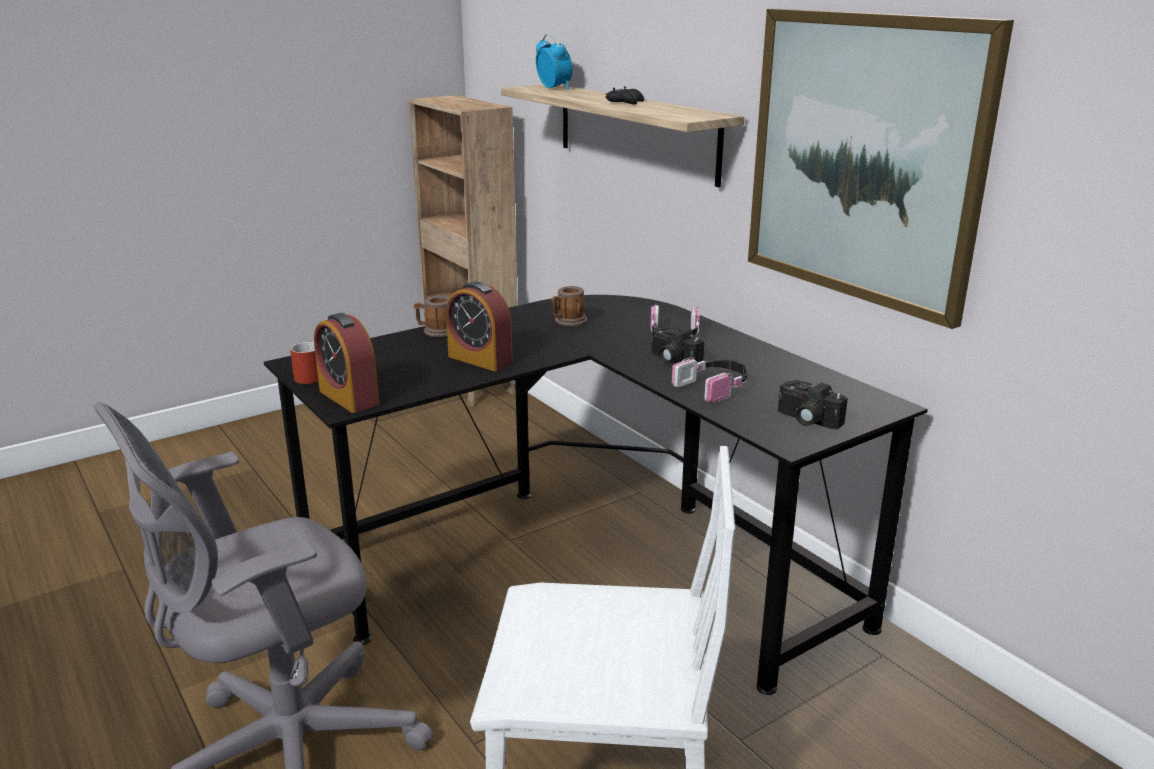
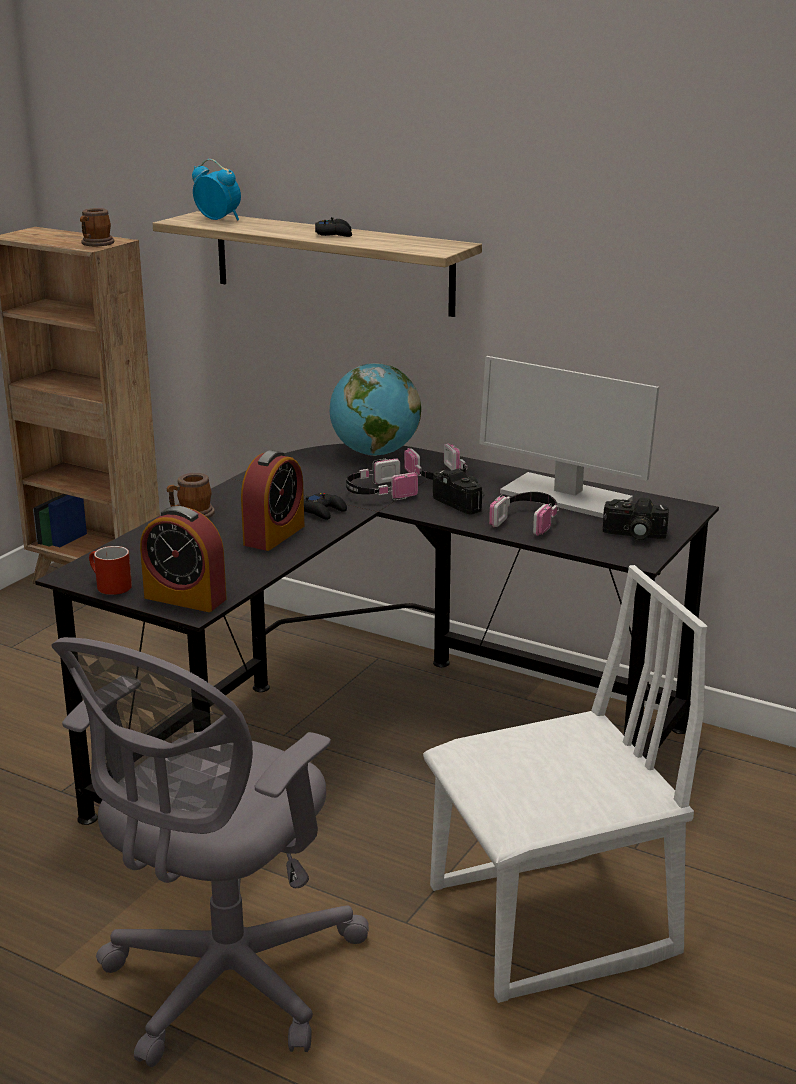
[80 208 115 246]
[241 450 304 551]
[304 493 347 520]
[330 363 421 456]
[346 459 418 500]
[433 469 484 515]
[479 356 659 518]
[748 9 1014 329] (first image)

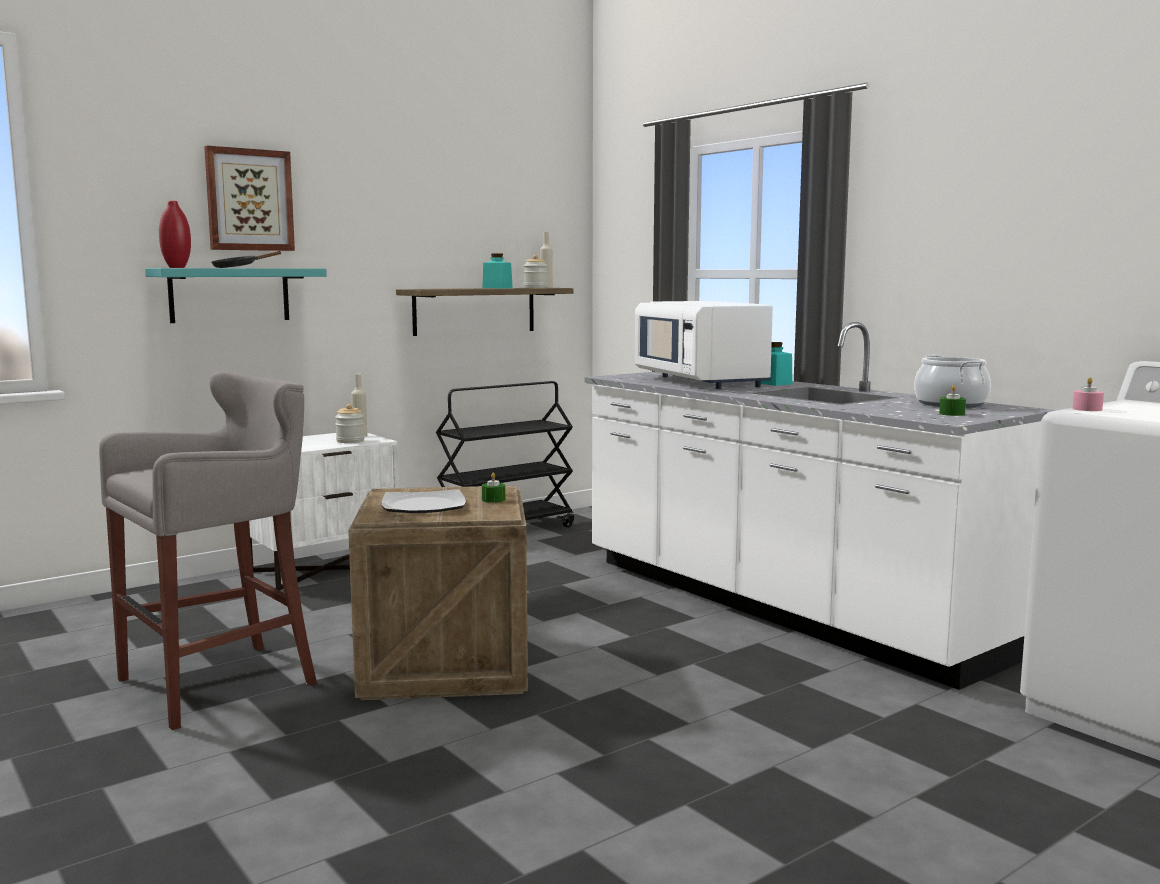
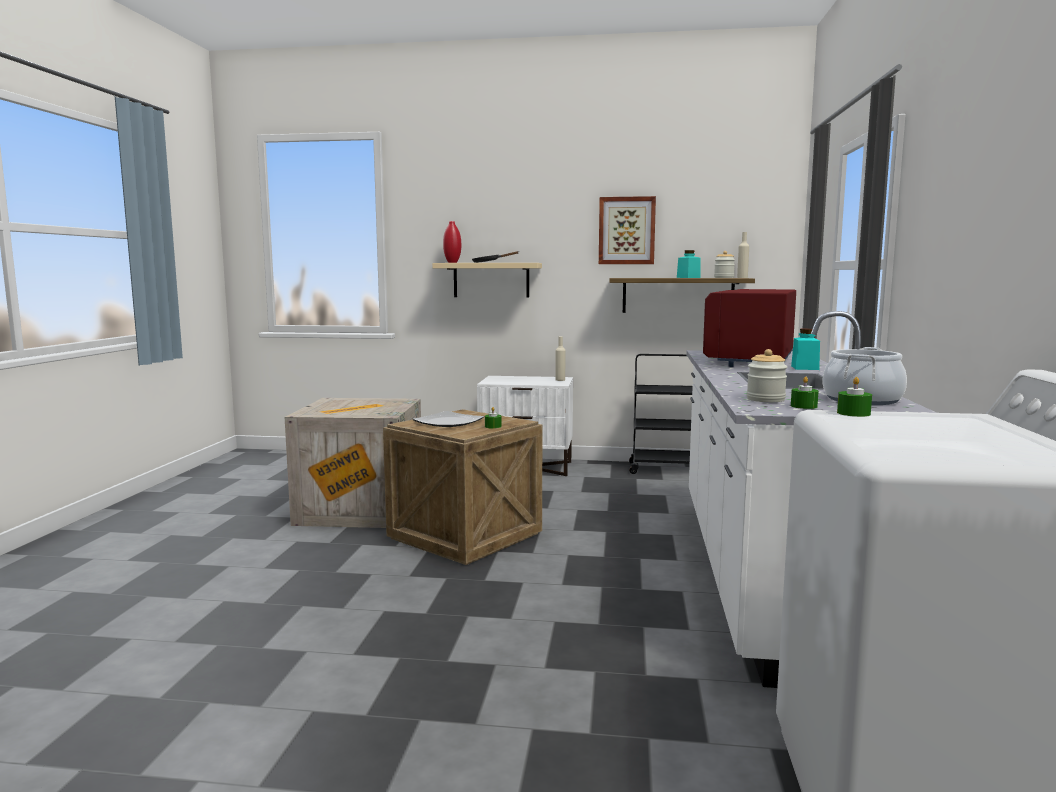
[284 398 421 528]
[432 263 542 298]
[599 196 656 264]
[703 289 796 367]
[747 349 787 402]
[837 377 872 417]

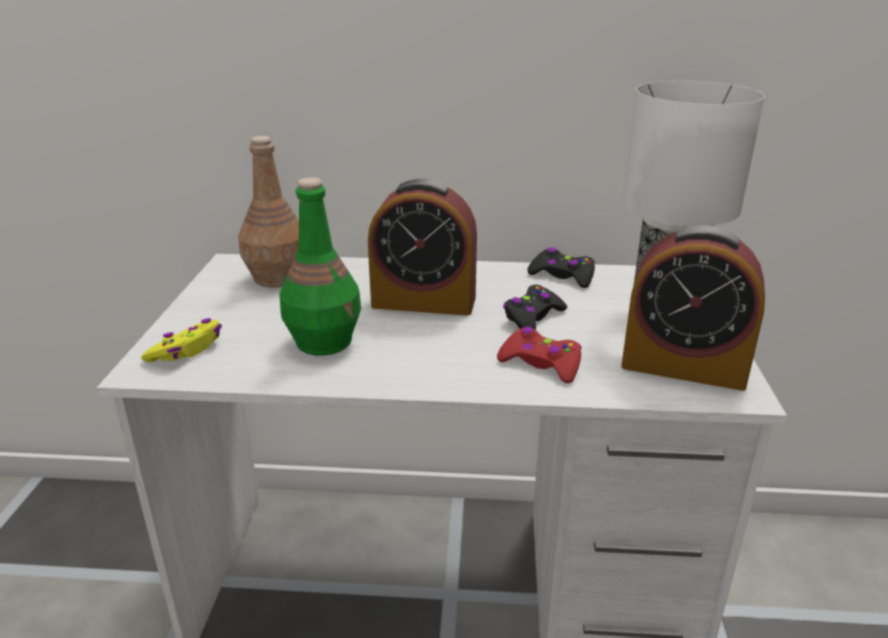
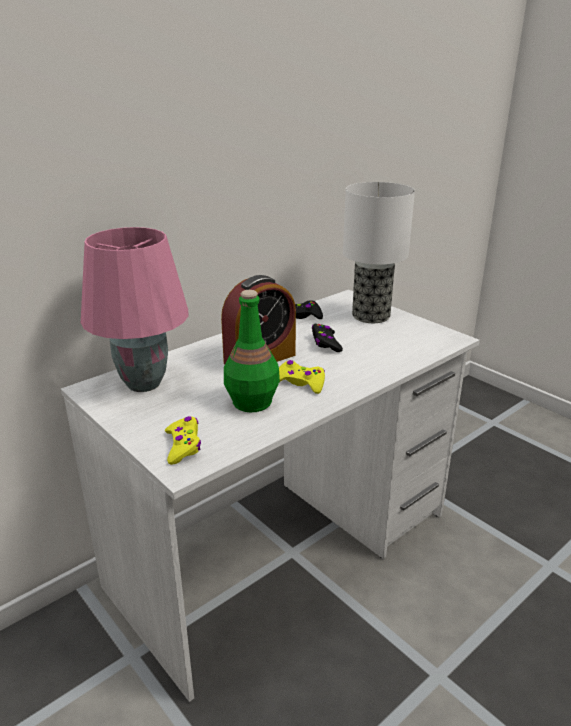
[81 227 189 392]
[279 360 325 394]
[497 327 582 383] (first image)
[621 225 765 391] (first image)

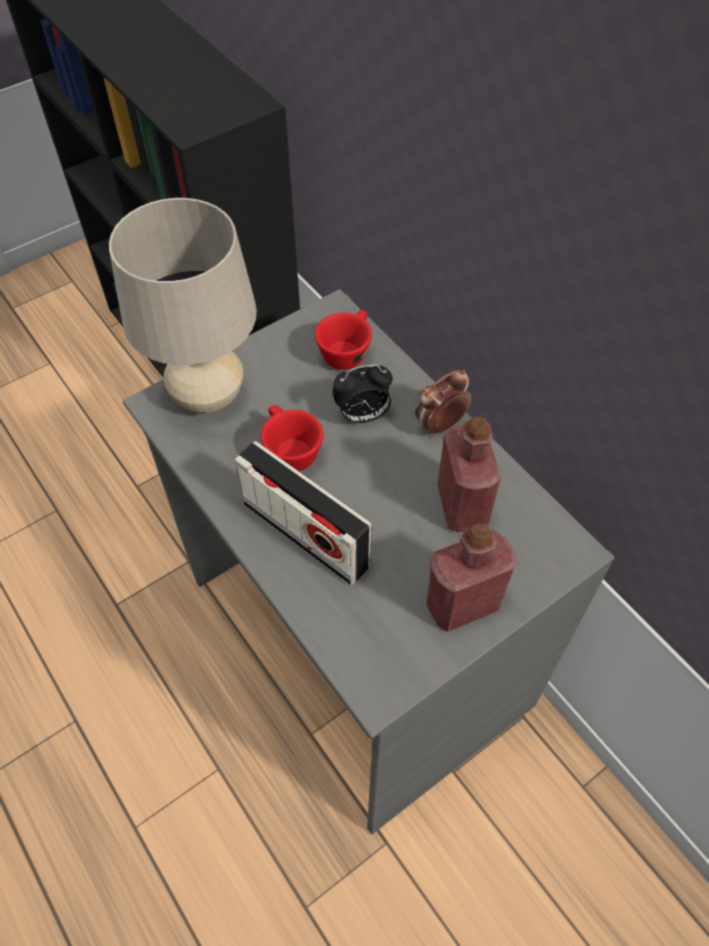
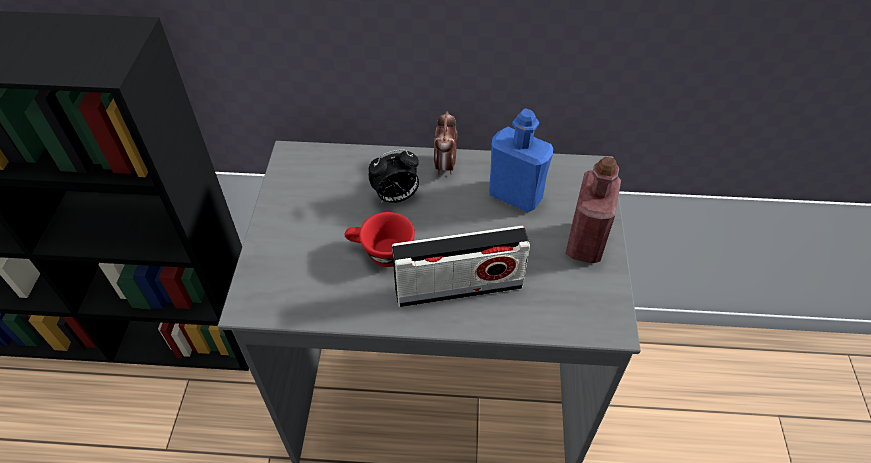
[368 149 419 203]
[489 108 553 212]
[109 198 257 412] (first image)
[315 310 372 370] (first image)

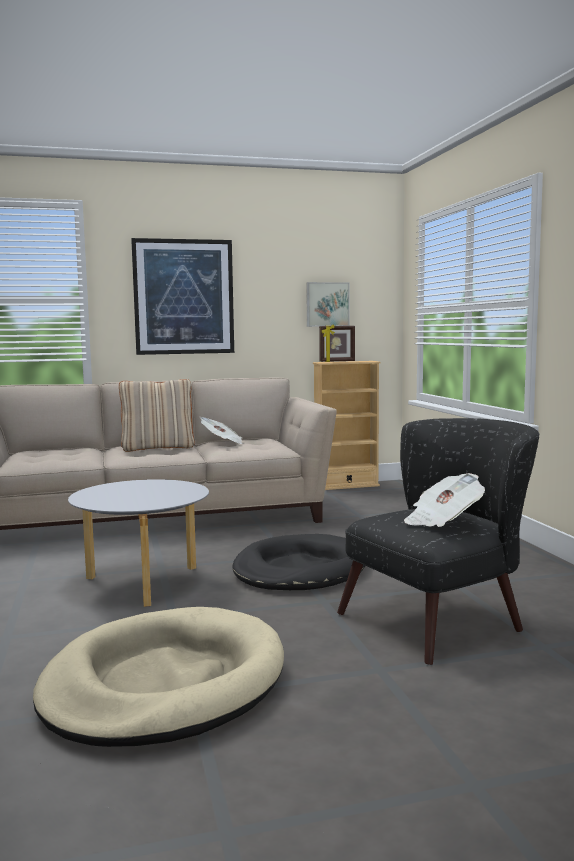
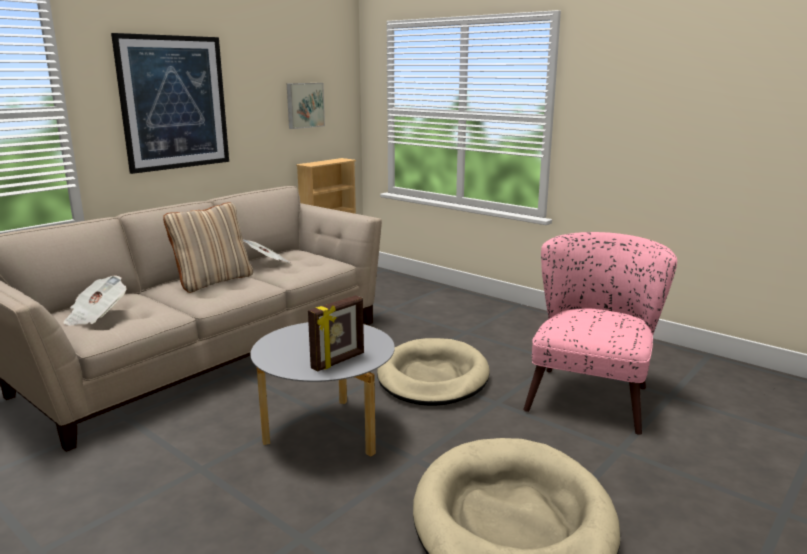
[63 275 126 325]
[308 295 364 372]
[377 338 490 406]
[523 232 677 435]

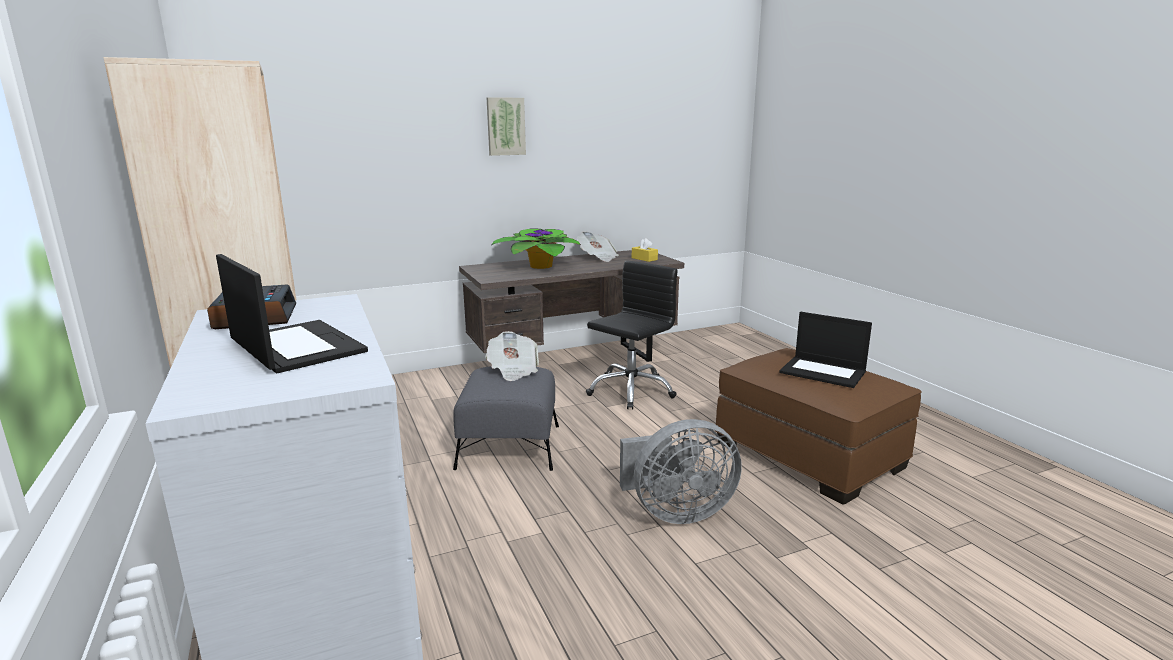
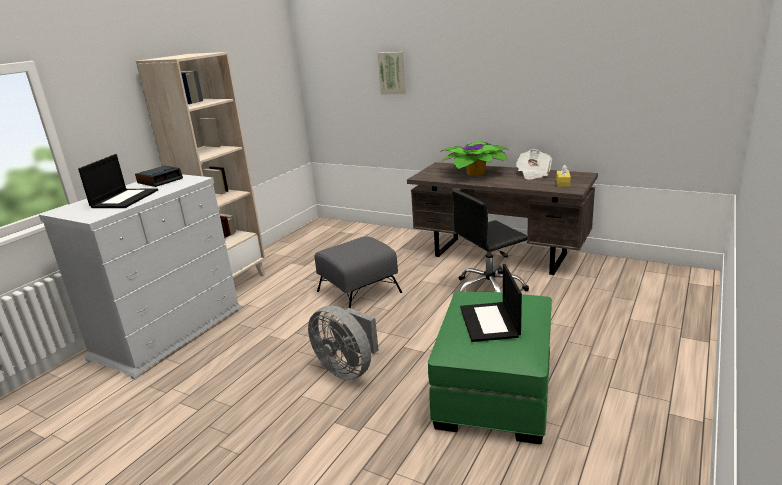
[377 52 406 94]
[428 291 552 444]
[452 189 529 292]
[485 331 539 381] (first image)

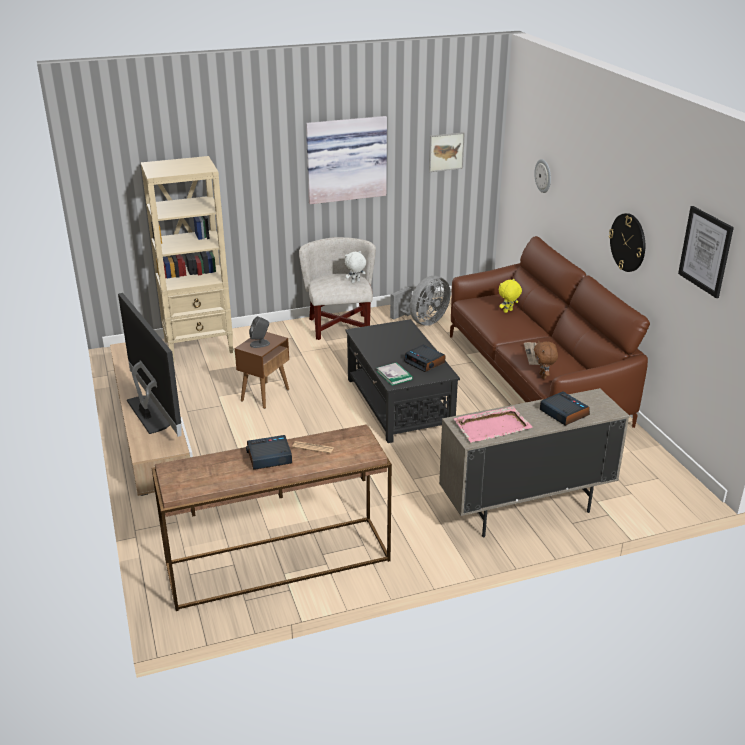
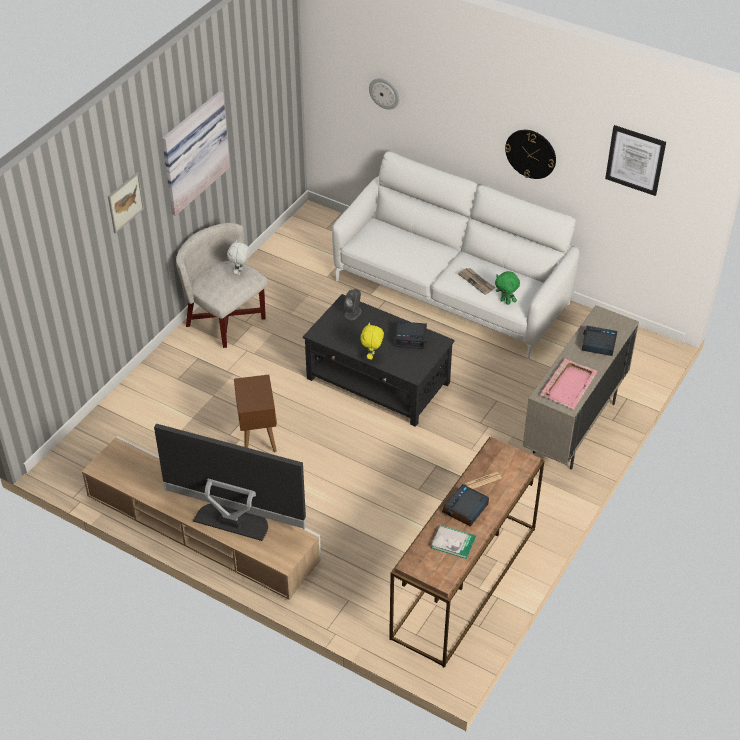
[108 172 144 233]
[332 151 580 359]
[344 289 362 320]
[360 322 384 360]
[431 525 476 559]
[495 271 520 305]
[141 156 233 362] (first image)
[390 276 451 326] (first image)

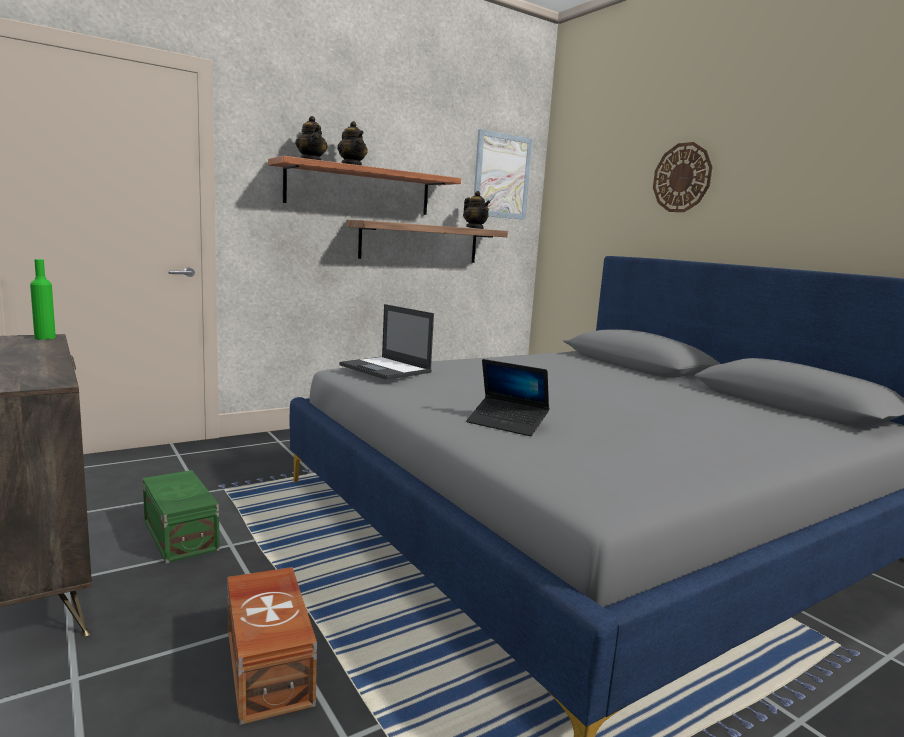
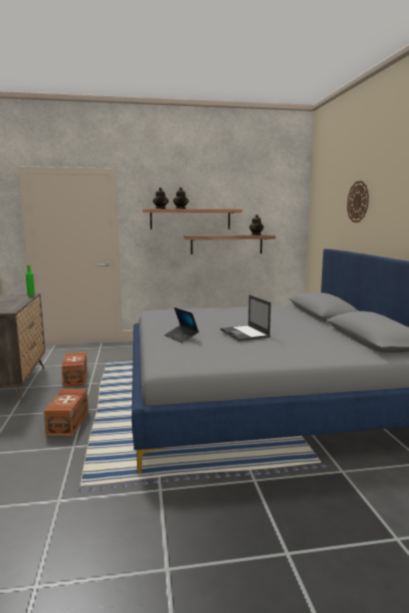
[61 352 87 387]
[220 295 271 341]
[474 129 532 220] (first image)

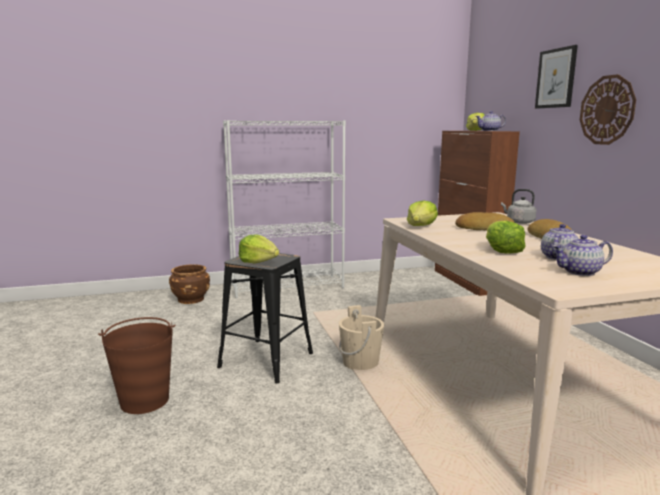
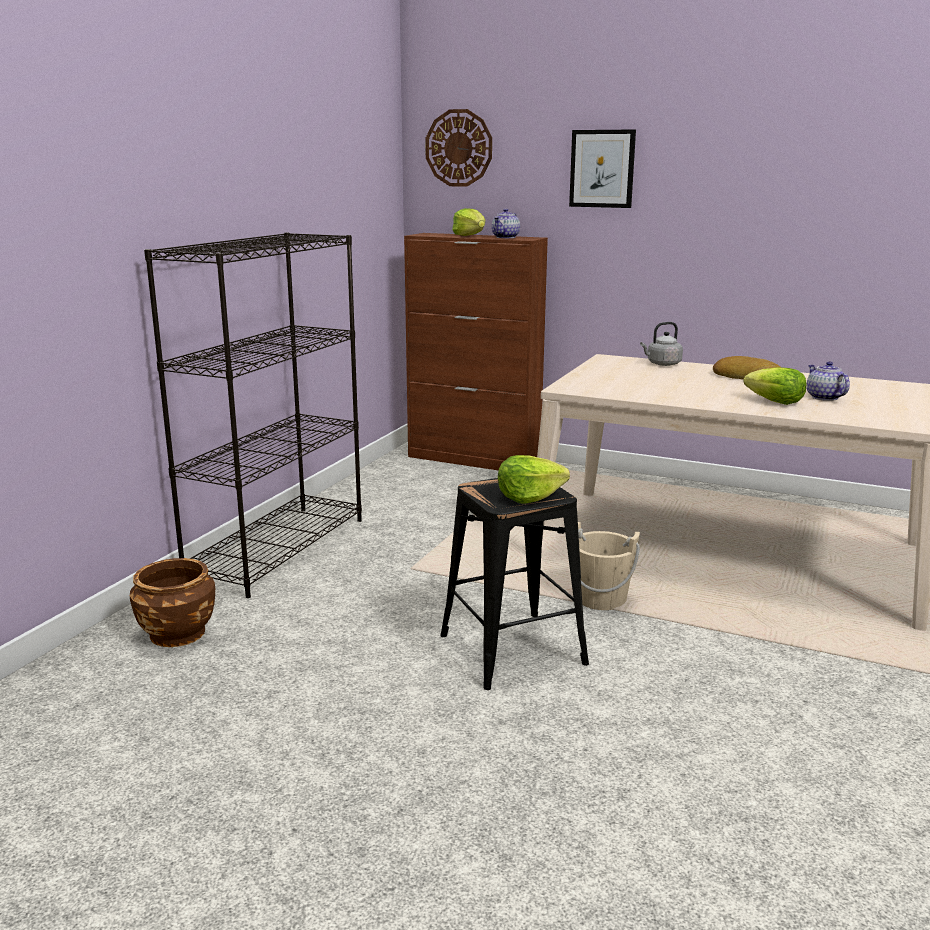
[144 232 362 598]
[425 109 492 187]
[98 317 176 414] (first image)
[407 200 438 226] (first image)
[455 212 515 230] (first image)
[553 235 613 276] (first image)

